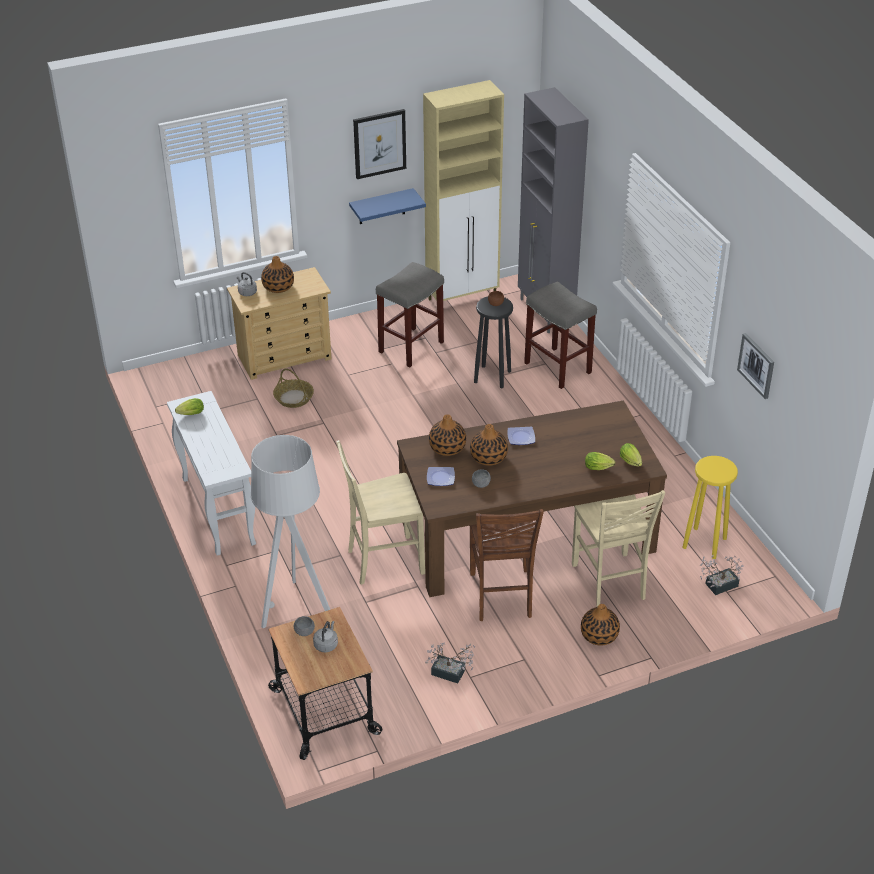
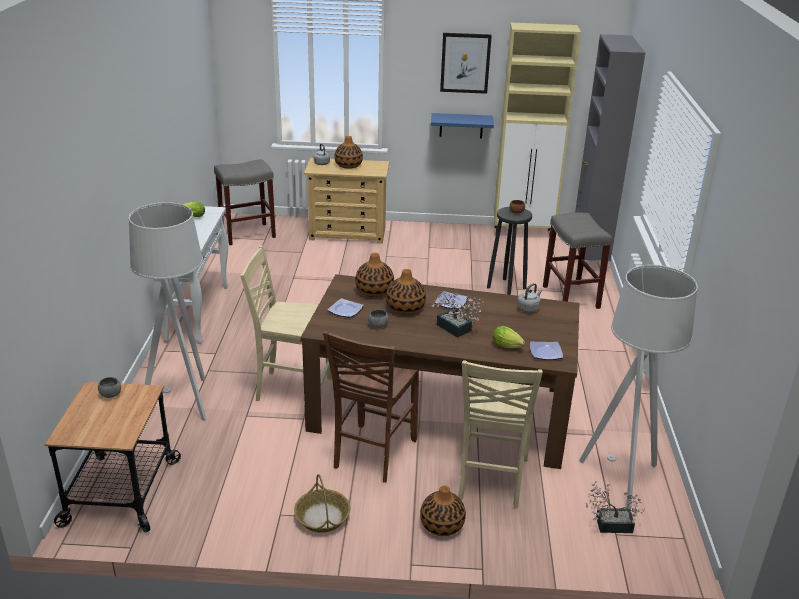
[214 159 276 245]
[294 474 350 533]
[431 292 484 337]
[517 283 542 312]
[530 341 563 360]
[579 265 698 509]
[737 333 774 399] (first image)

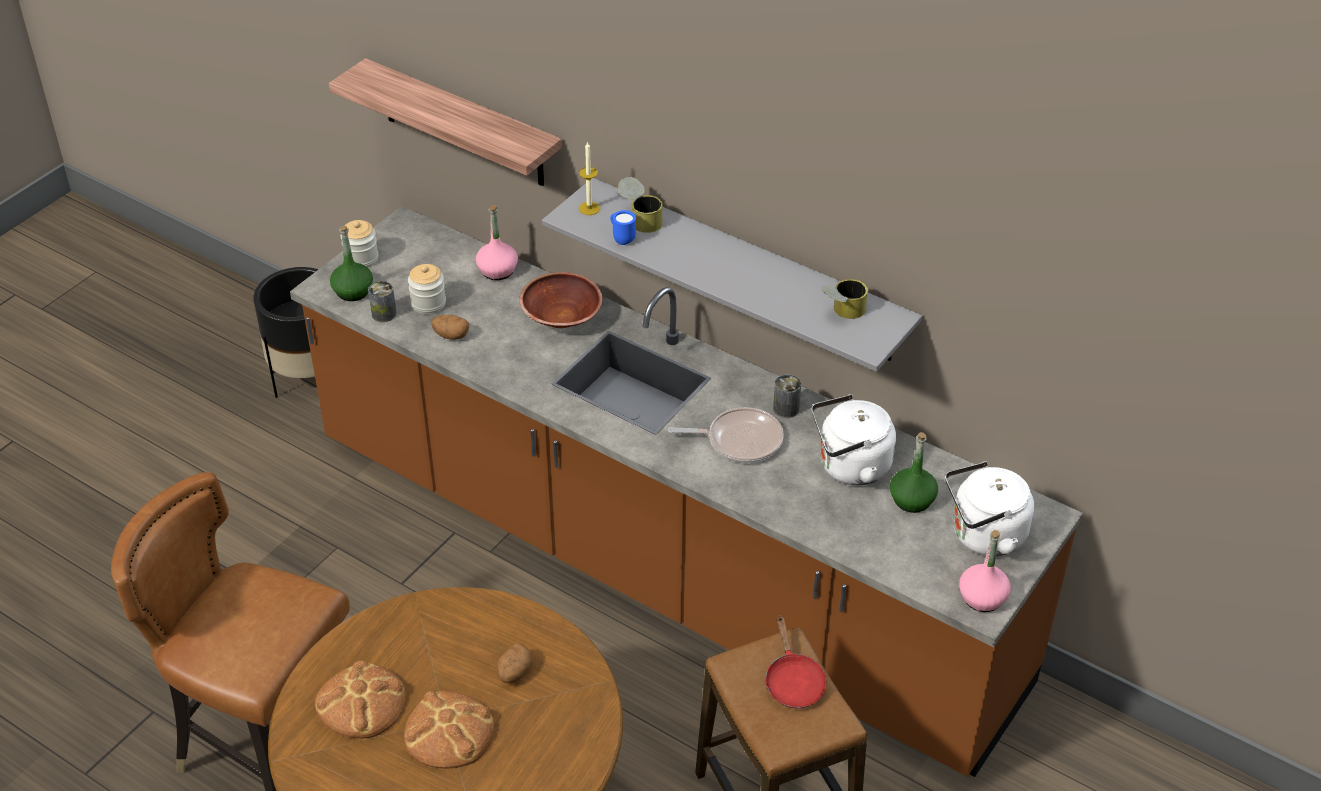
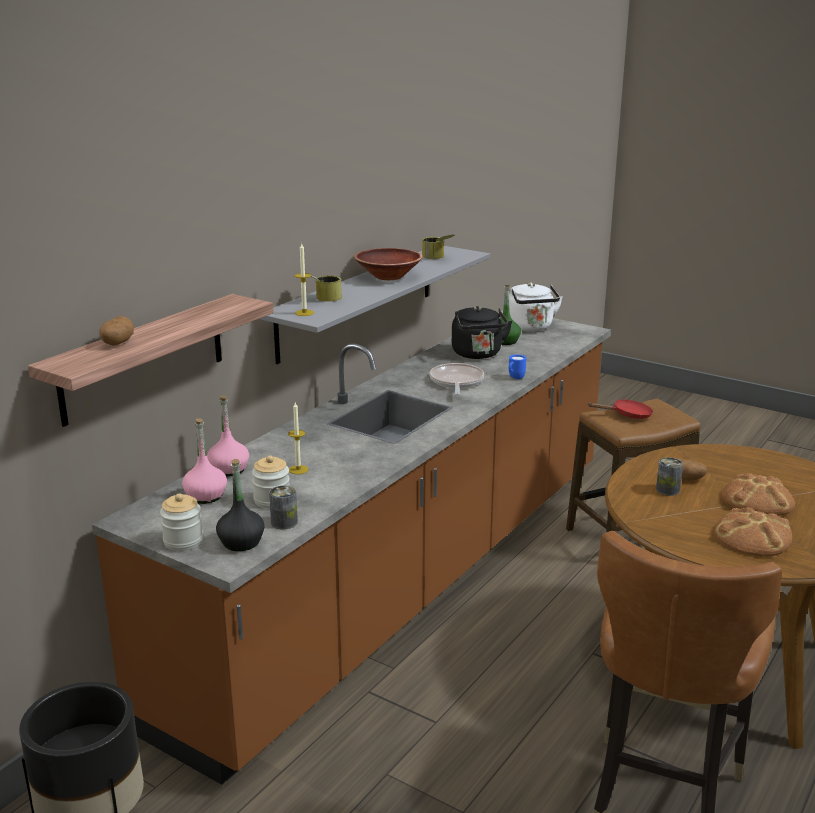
[99 316 134 346]
[182 418 227 504]
[216 459 265 551]
[288 402 308 474]
[354 248 423 280]
[452 306 512 359]
[509 355 526 379]
[656 457 683 496]

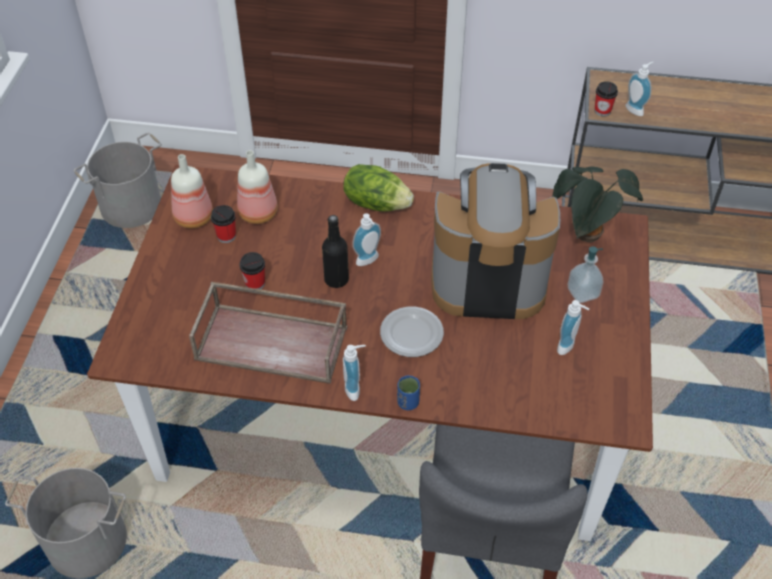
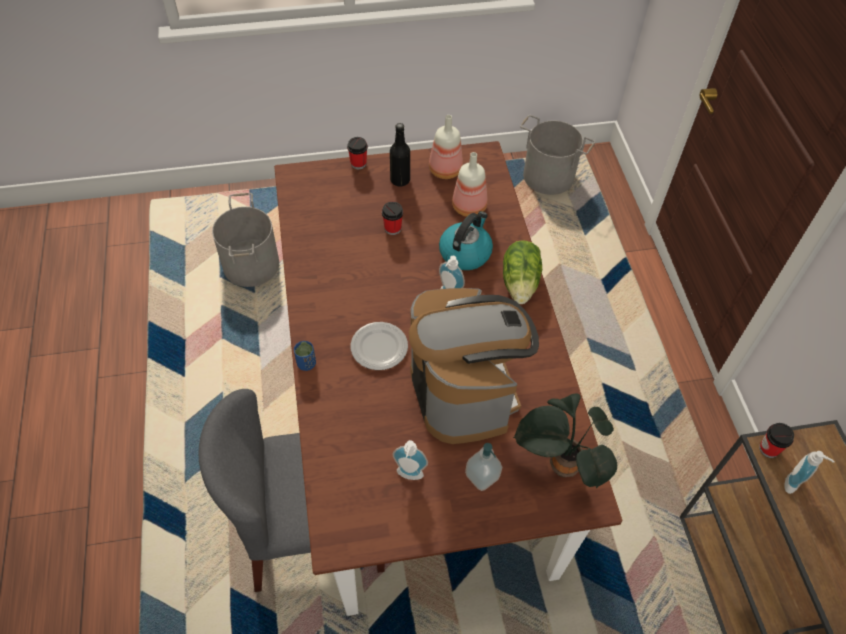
[347 137 368 169]
[390 123 410 187]
[439 211 493 270]
[189 282 347 384] (first image)
[343 345 366 401] (first image)

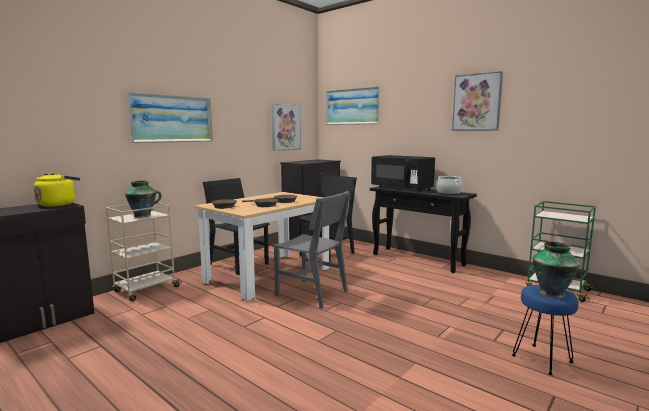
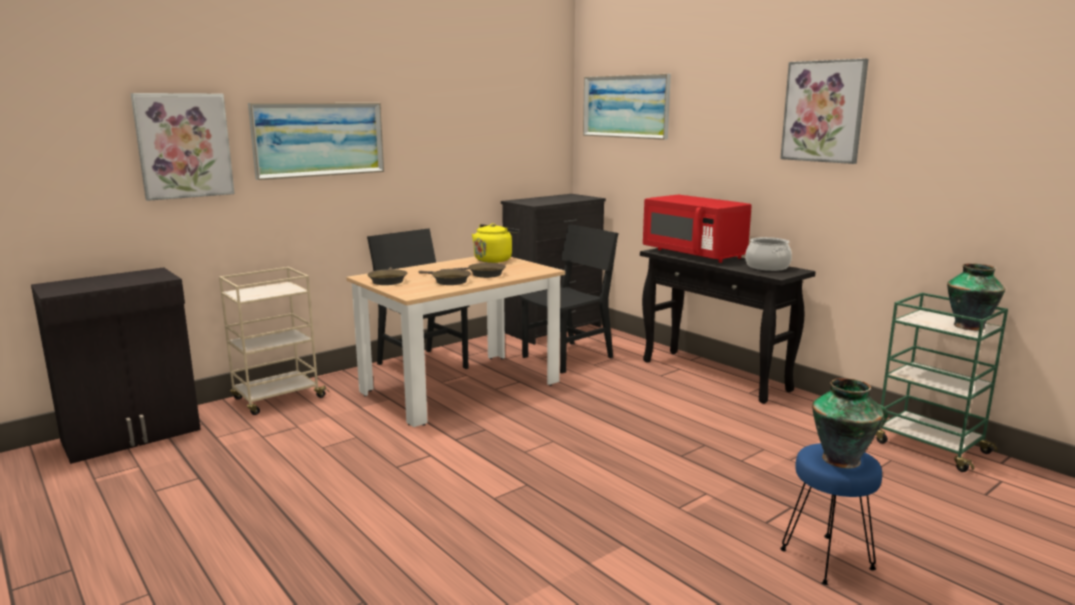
[130 93 235 201]
[472 223 519 263]
[643 195 752 263]
[947 263 1005 331]
[272 191 350 309] (first image)

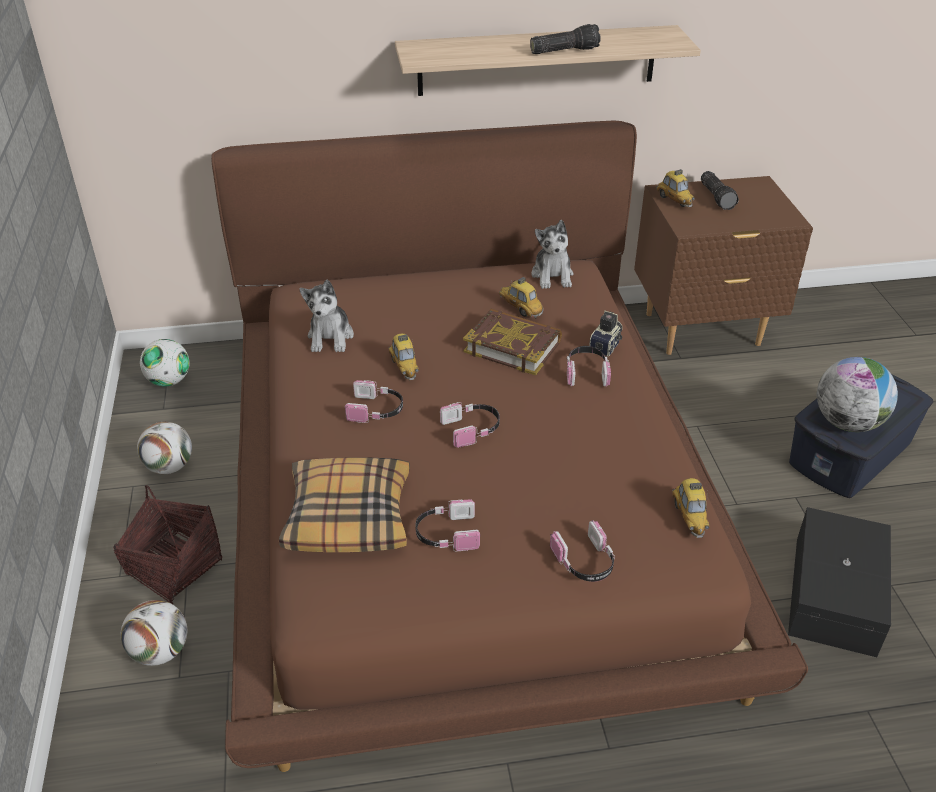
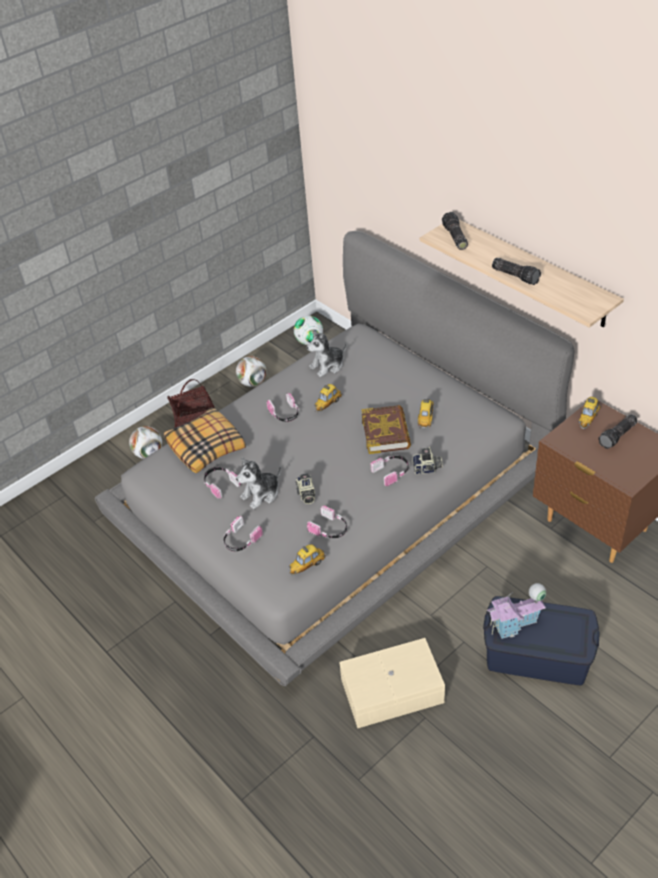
[95 231 574 686]
[236 457 281 509]
[296 473 315 504]
[307 506 347 538]
[339 638 445 728]
[442 212 468 250]
[487 583 546 639]

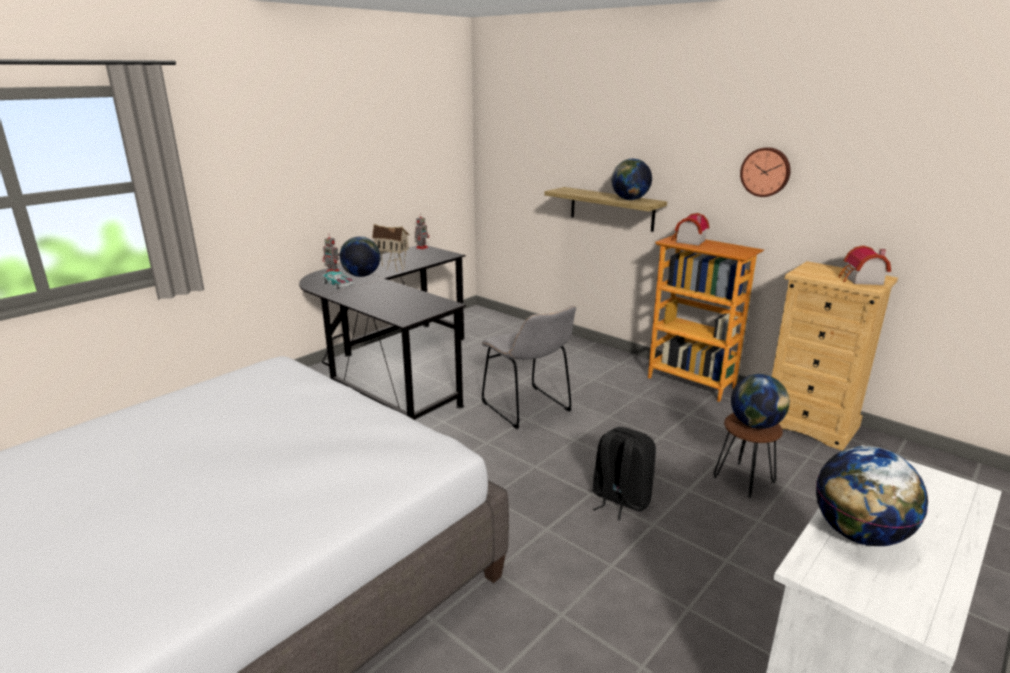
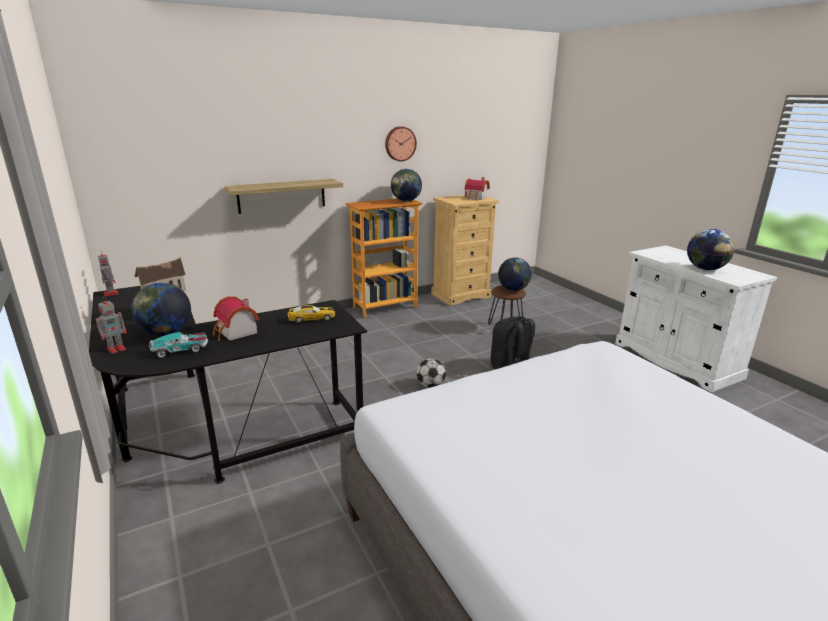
[213 296 259 341]
[288 305 335 323]
[391 169 422 202]
[416 358 446 388]
[482 306 576 429] (first image)

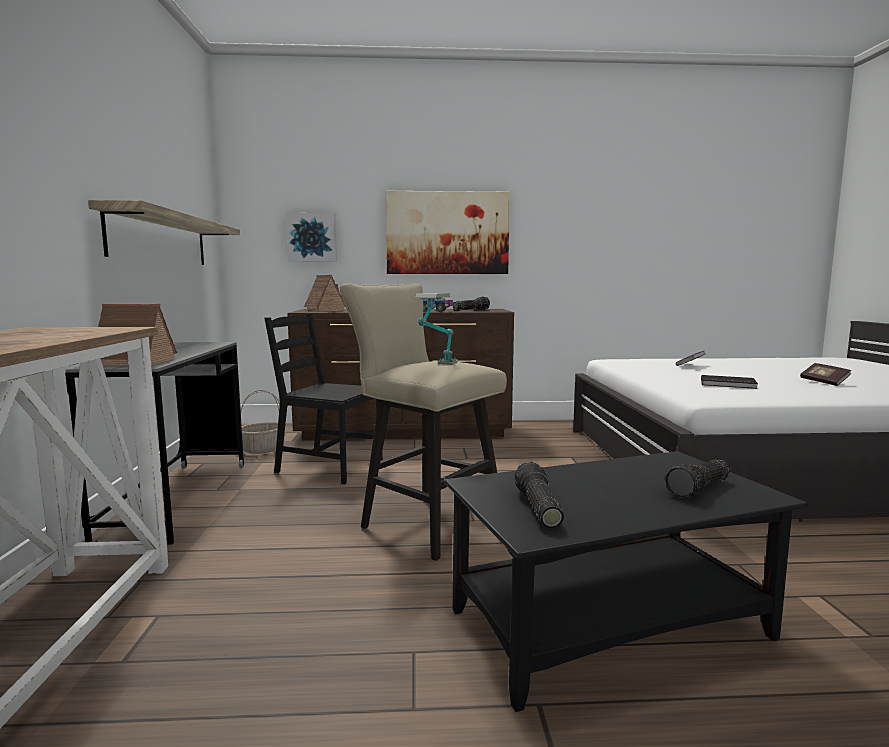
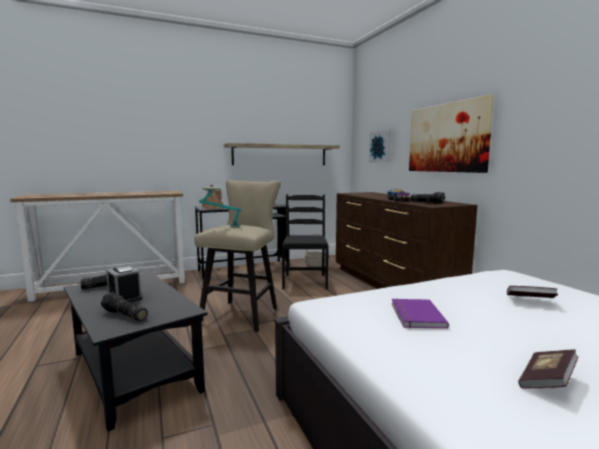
[106 266 142 302]
[392 299 449 329]
[304 275 346 312] (first image)

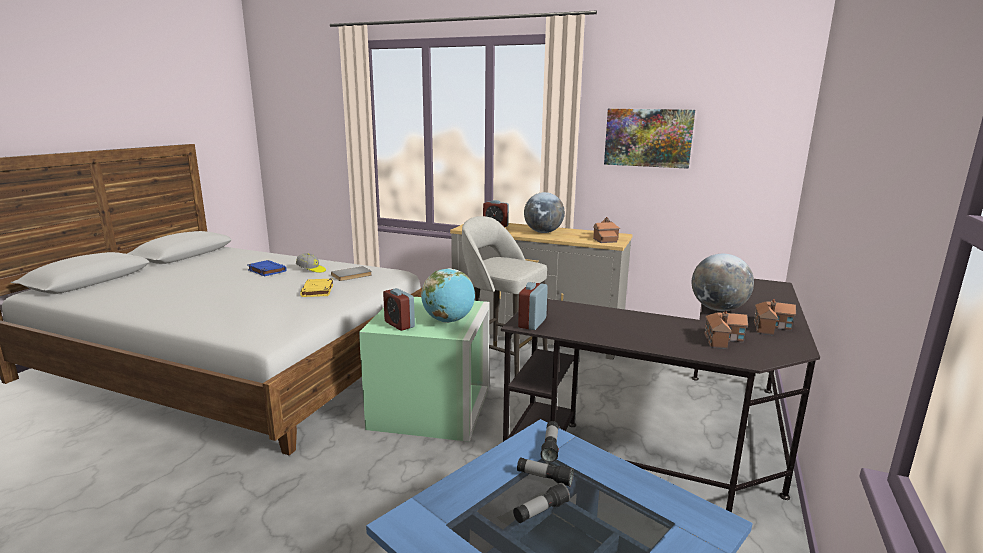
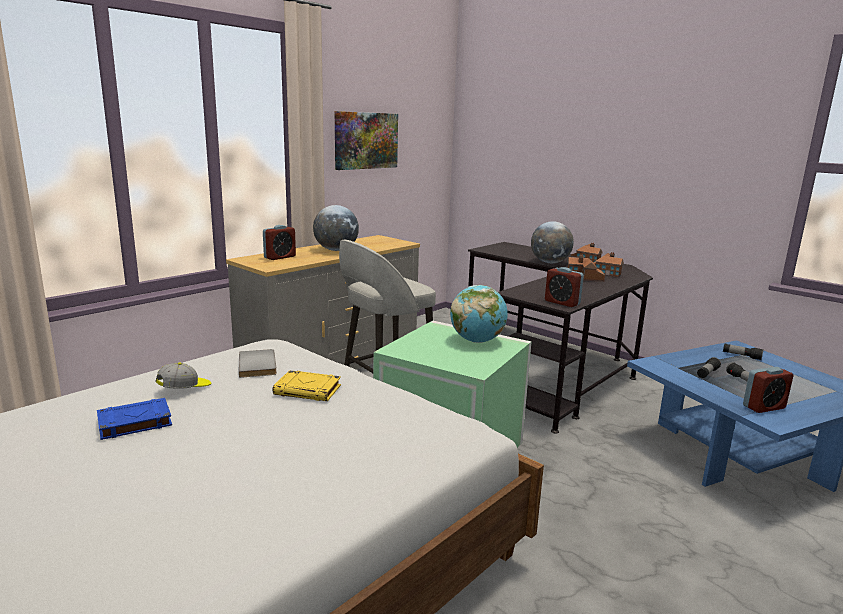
[567 254 605 282]
[723 343 764 360]
[743 367 794 413]

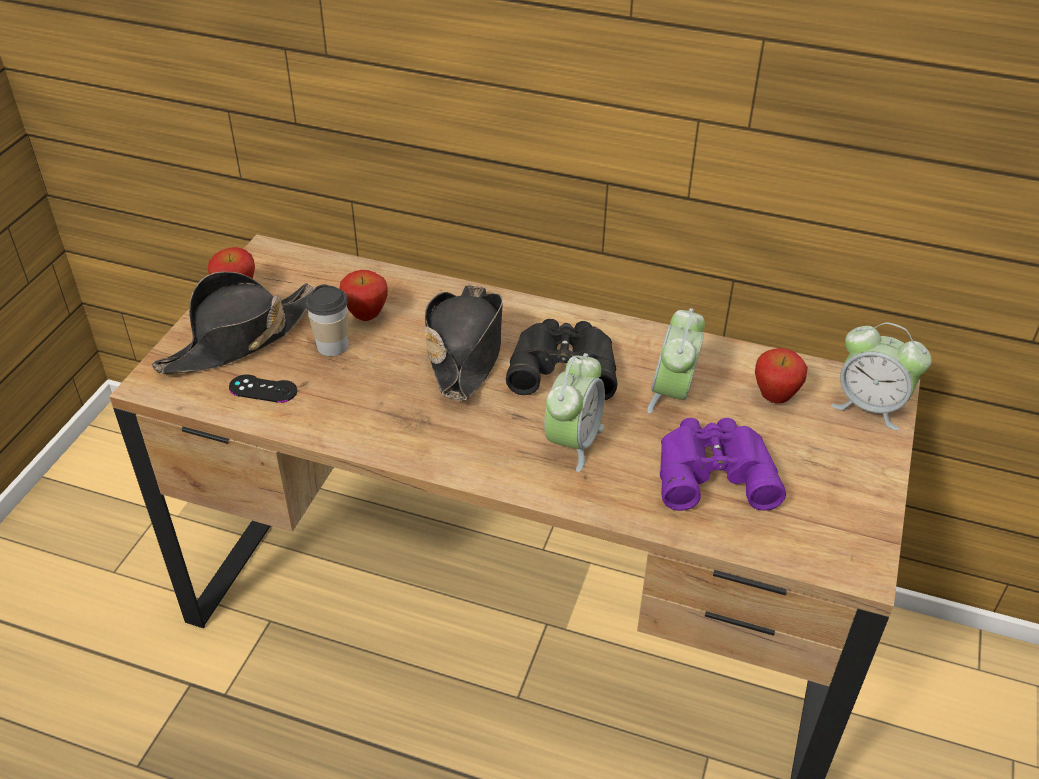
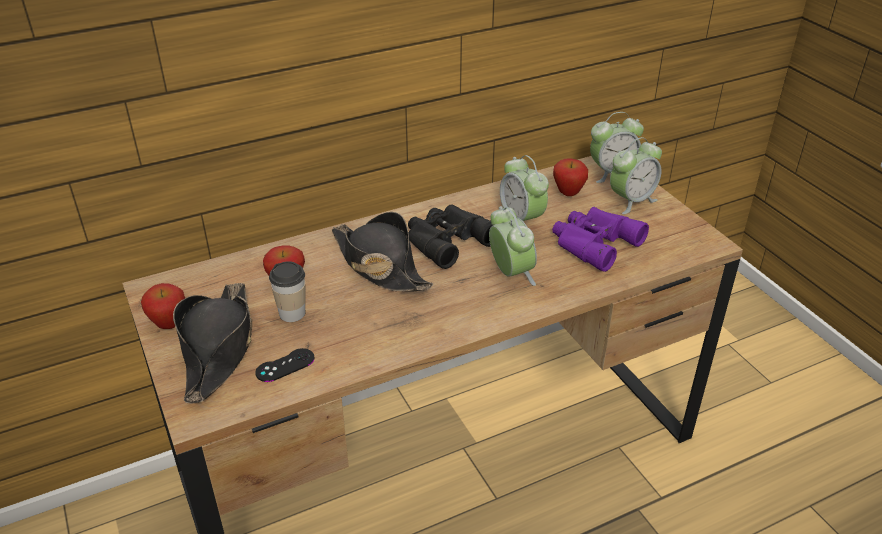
[610 137 662 214]

